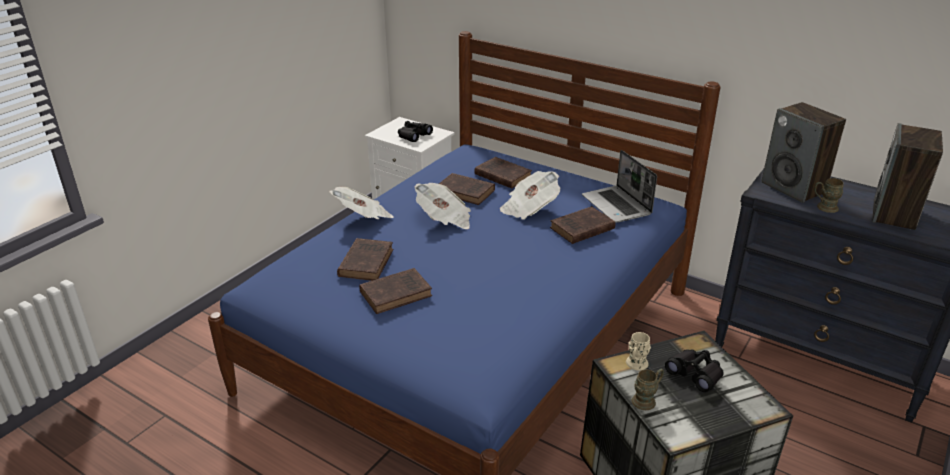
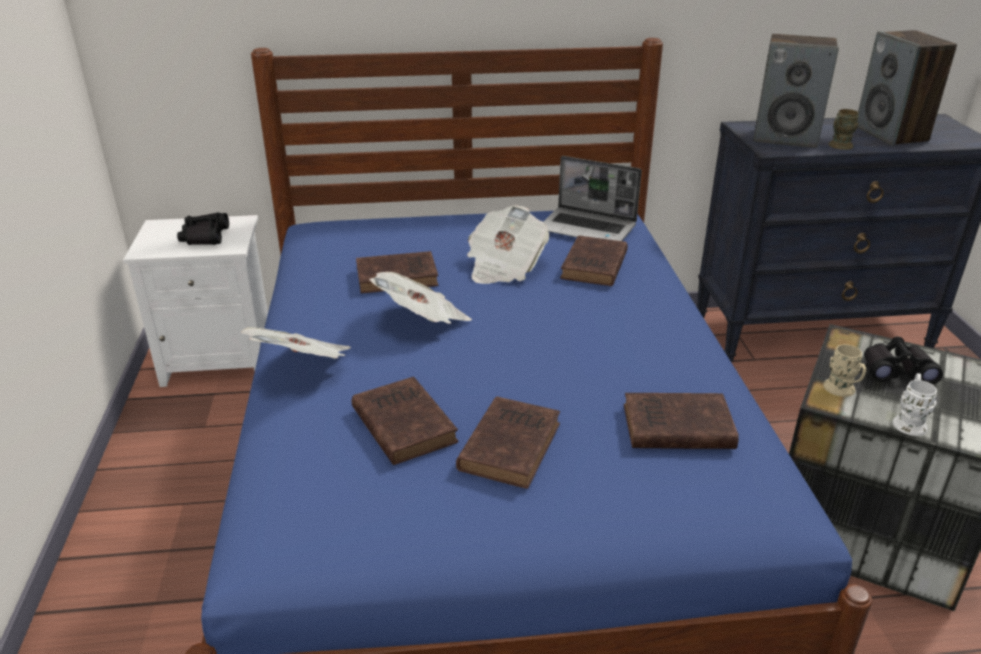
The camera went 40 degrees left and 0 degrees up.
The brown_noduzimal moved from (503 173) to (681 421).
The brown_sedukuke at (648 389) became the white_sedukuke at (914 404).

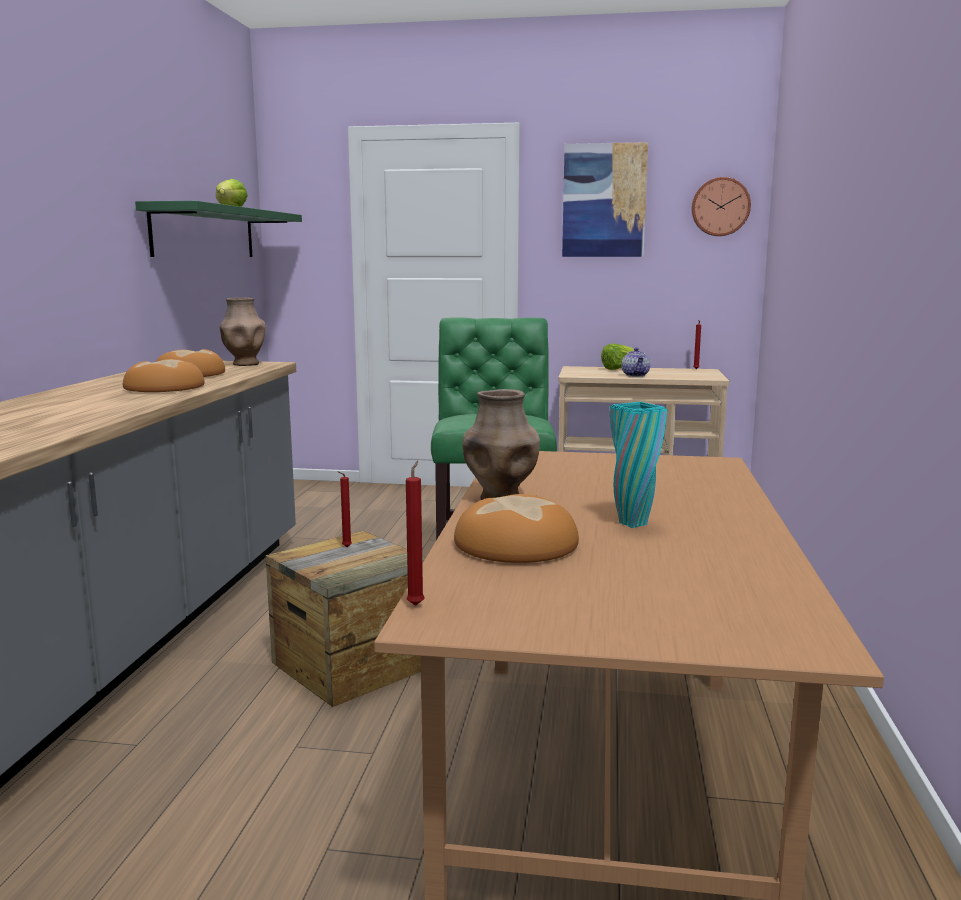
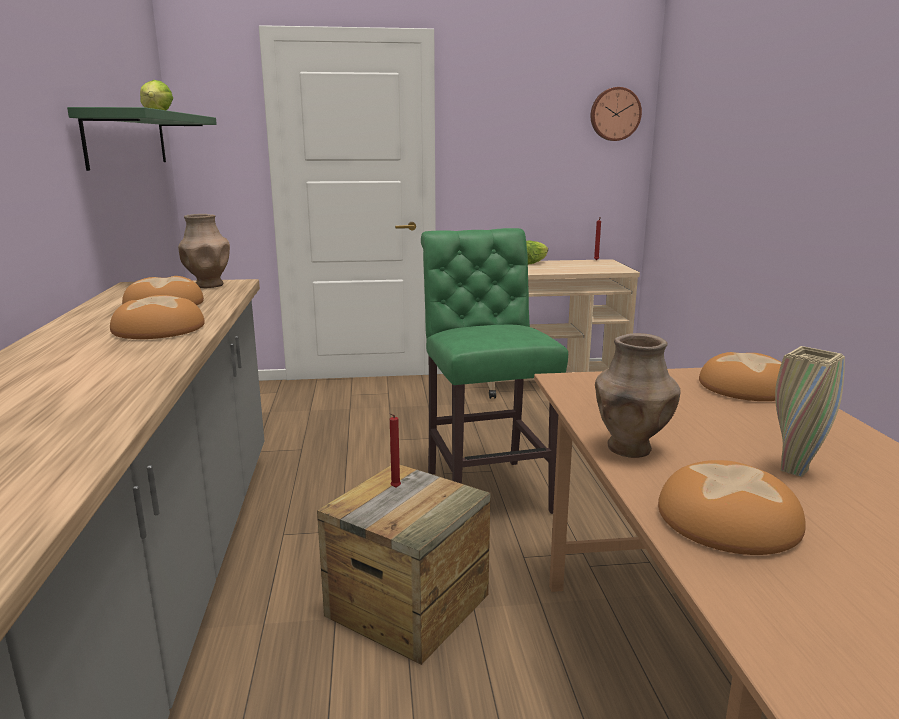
The camera went 15 degrees left and 5 degrees up.
The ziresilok at (605 199) disappeared.
The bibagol at (636 362) disappeared.
The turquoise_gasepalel at (638 465) became the beige_gasepalel at (810 411).
The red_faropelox at (415 533) disappeared.
The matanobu at (740 376) appeared.

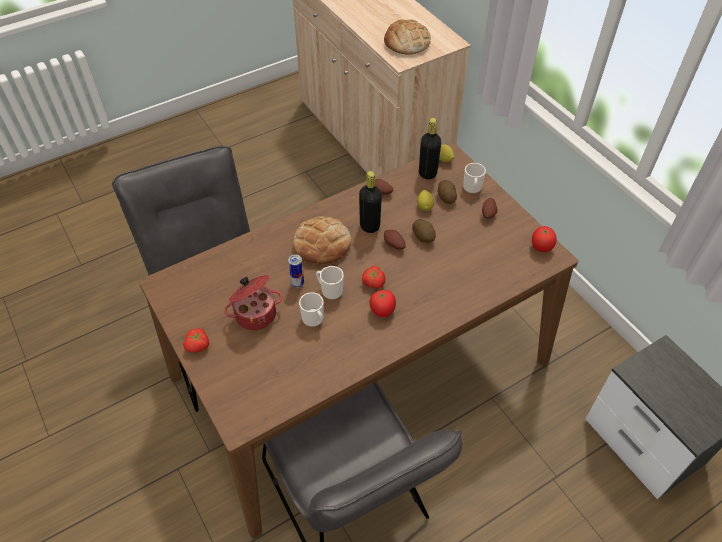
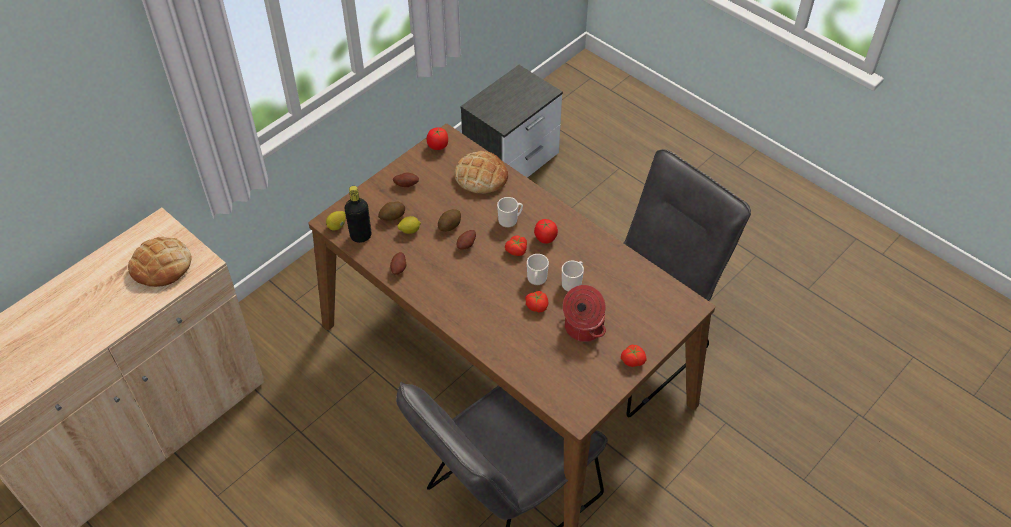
The camera went 105 degrees left and 0 degrees up.
The sedukuke moved from (474 178) to (510 212).
The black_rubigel at (370 202) disappeared.
The matanobu moved from (322 240) to (481 172).
The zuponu at (296 271) was replaced by the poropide at (537 302).

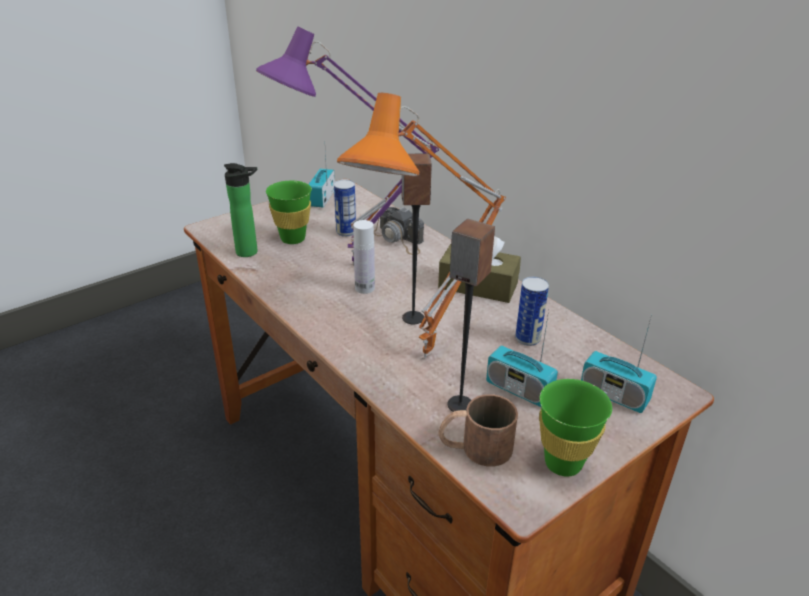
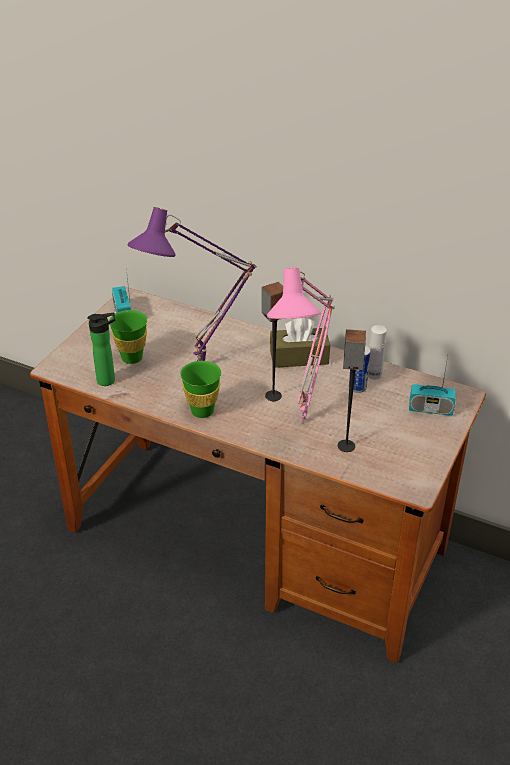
The camera went 25 degrees left and 5 degrees up.
The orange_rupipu at (421 226) became the pink_rupipu at (301 346).
The zuponu at (345 208) disappeared.
The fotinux at (399 231) disappeared.
The white_rubigel moved from (364 257) to (377 352).
The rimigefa at (522 359) disappeared.
The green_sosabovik moved from (575 428) to (200 389).
The brown_sedukuke at (478 430) disappeared.

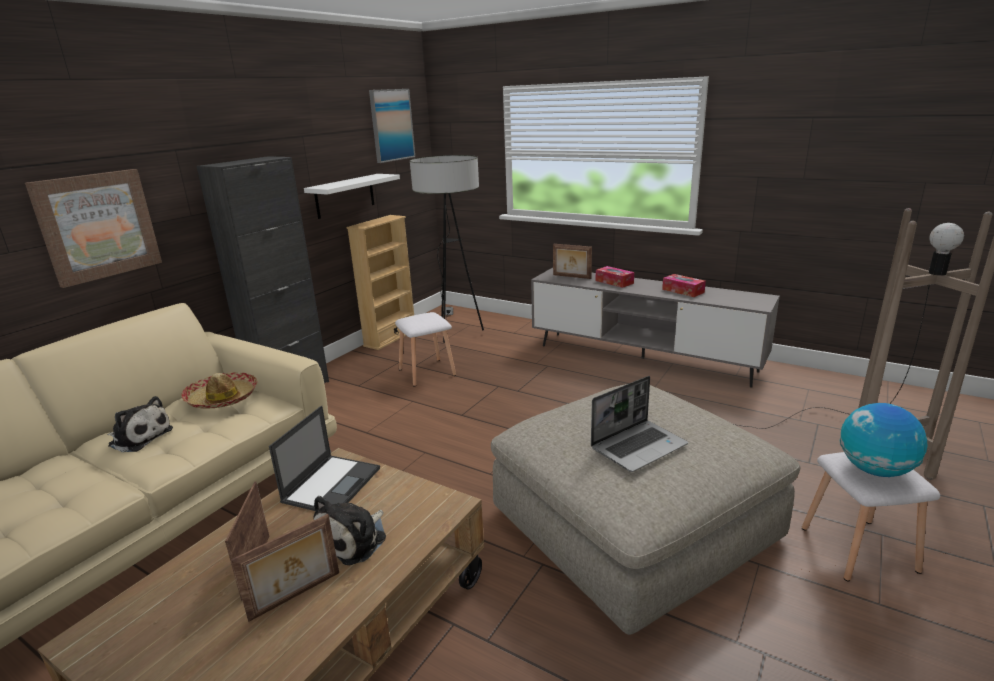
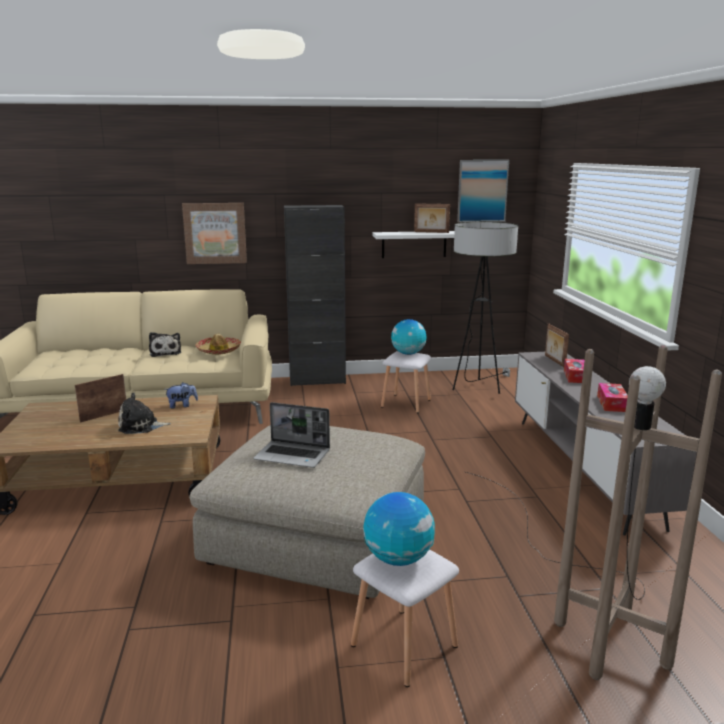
The camera went 50 degrees right and 5 degrees down.
The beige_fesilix at (380 282) disappeared.
The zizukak at (324 458) was replaced by the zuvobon at (181 395).
The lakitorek moved from (285 568) to (432 218).
The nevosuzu at (408 337) appeared.

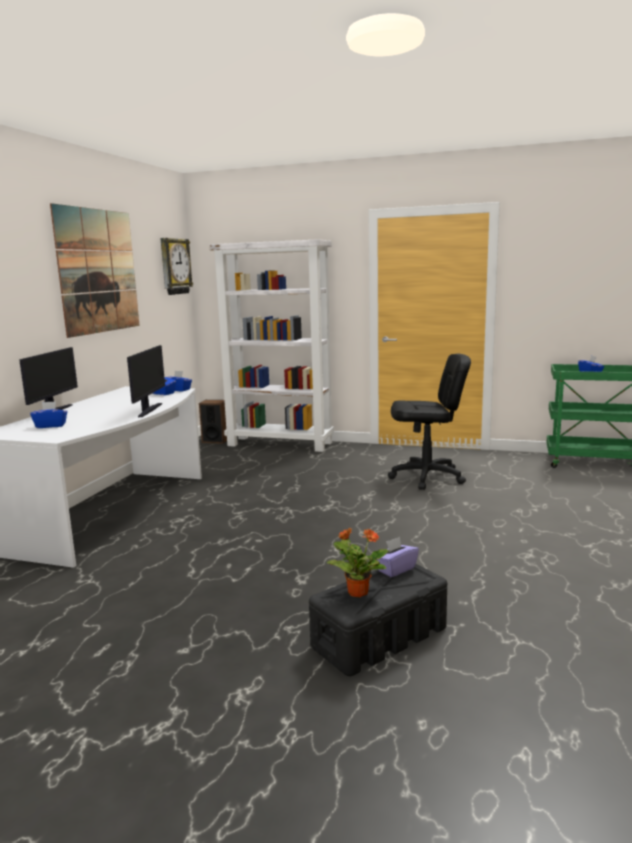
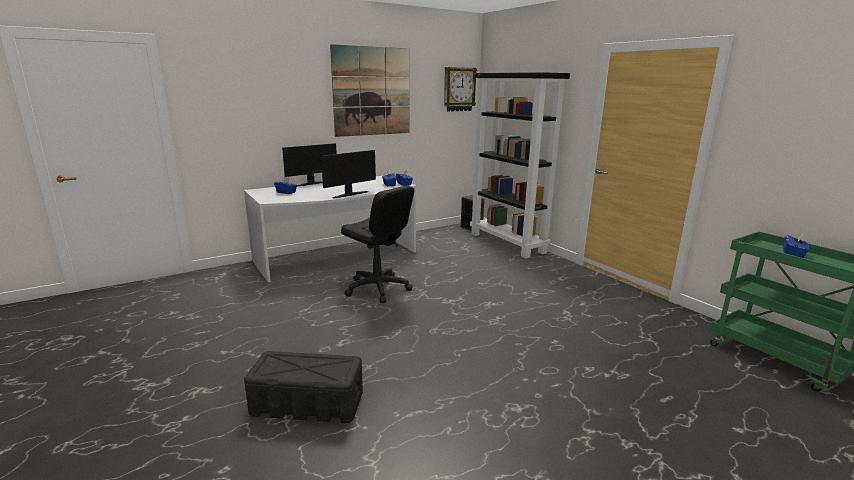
The camera went 40 degrees right and 5 degrees up.
The white_fesilix at (272 345) became the black_fesilix at (520 165).
The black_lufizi moved from (429 422) to (377 244).
The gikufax at (357 562) disappeared.
The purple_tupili at (398 557) disappeared.

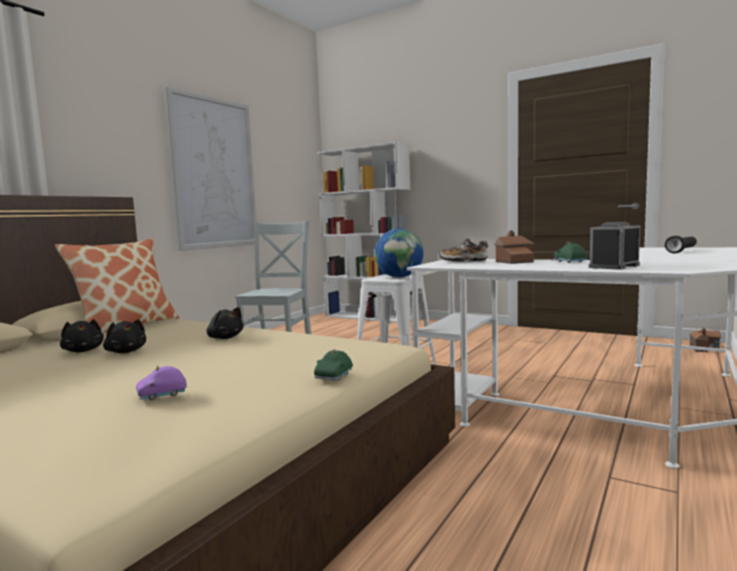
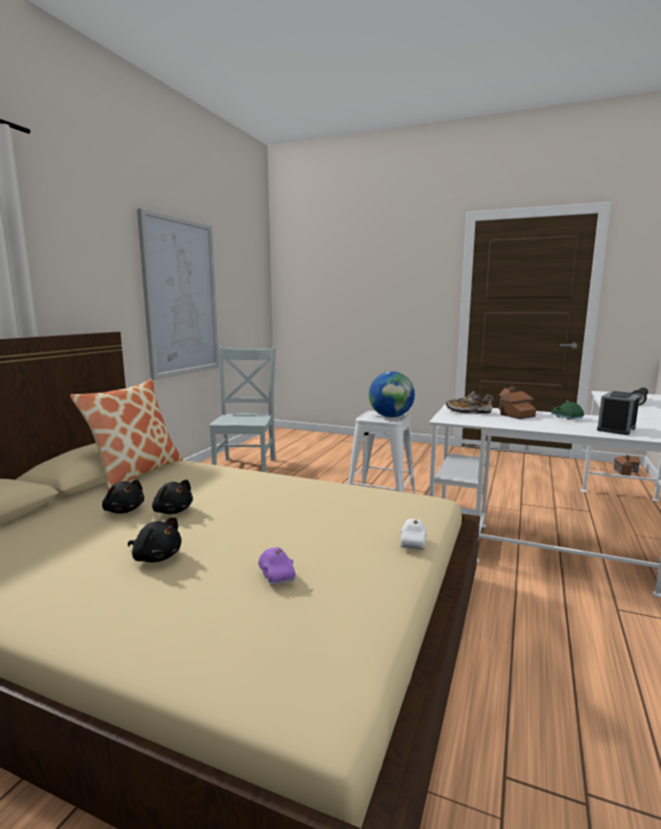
The camera went 10 degrees left and 5 degrees up.
The white_fesilix at (364 232) disappeared.
The black_zuvobon moved from (225 323) to (154 539).
The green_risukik at (333 364) became the white_risukik at (413 534).
The purple_risukik at (161 382) turned 75 degrees counterclockwise.

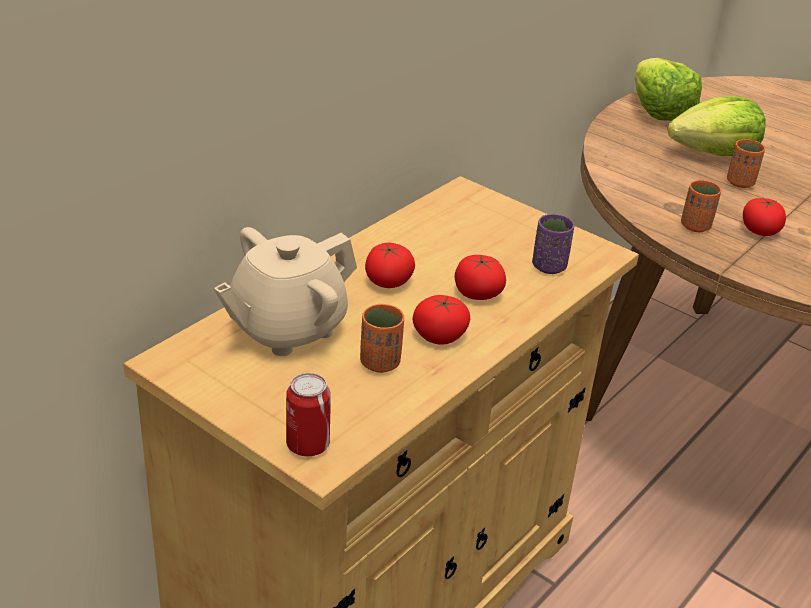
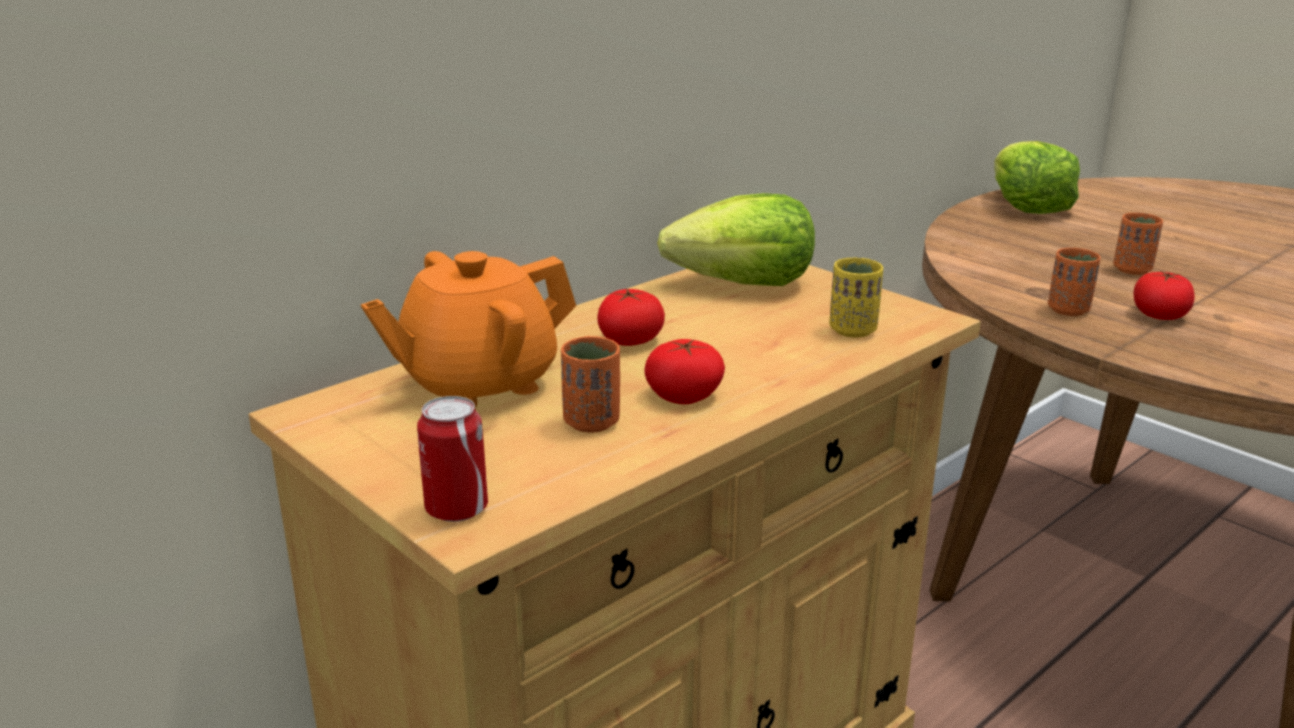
The camera went 10 degrees right and 10 degrees down.
The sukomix moved from (717 126) to (736 239).
The purple_sosabovik at (553 244) became the yellow_sosabovik at (856 298).
The beige_bibagol at (285 291) became the orange_bibagol at (468 329).
The poropide at (480 277) disappeared.

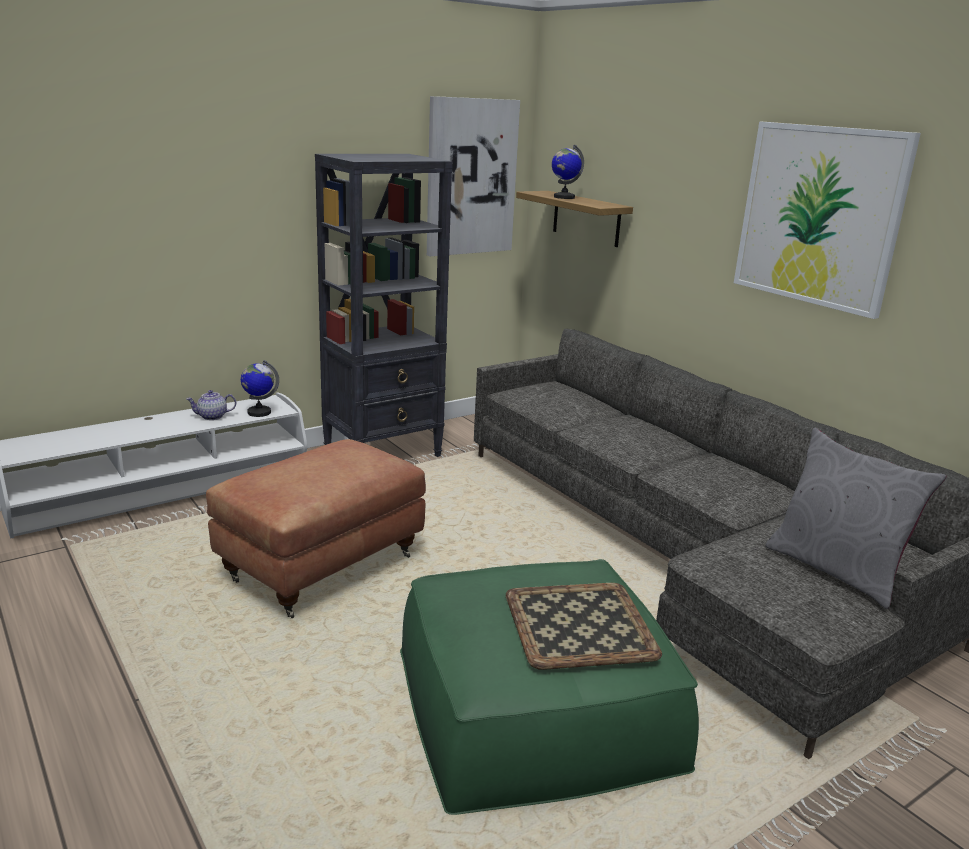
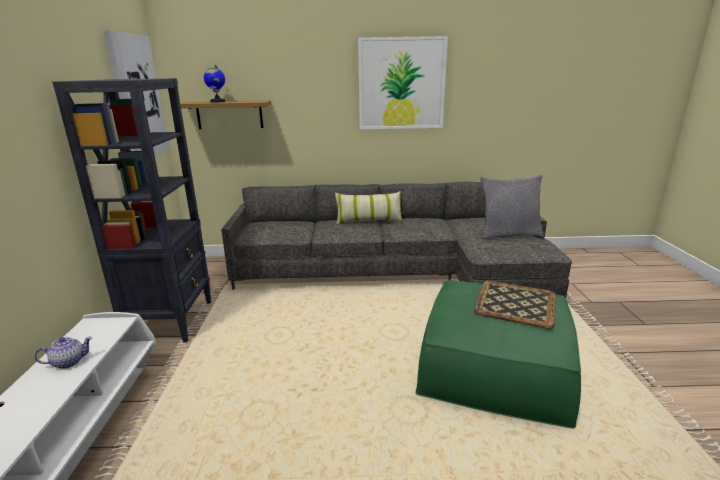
The camera went 55 degrees left and 0 degrees up.
The nevosuzu at (260 388) disappeared.
The bibagol at (211 405) turned 135 degrees counterclockwise.
The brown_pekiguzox at (316 528) disappeared.
The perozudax at (369 208) appeared.

